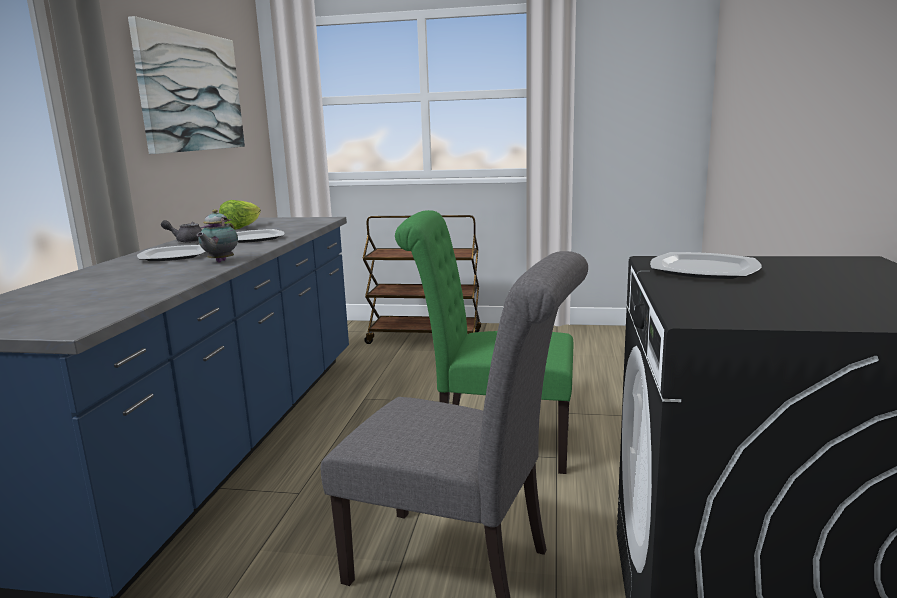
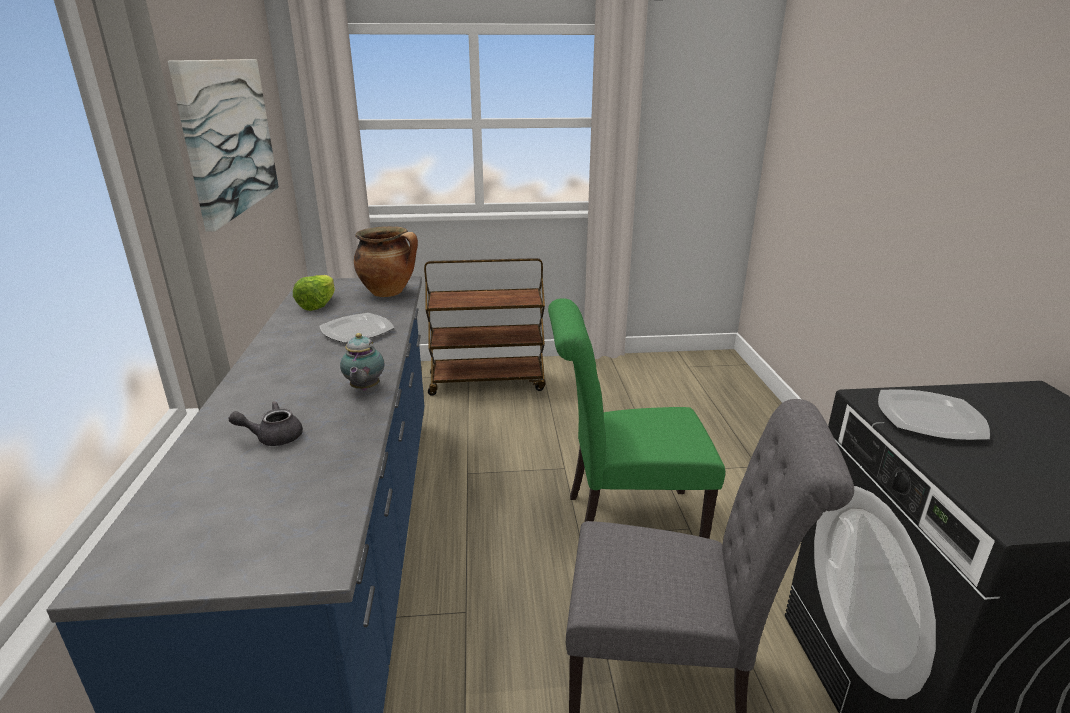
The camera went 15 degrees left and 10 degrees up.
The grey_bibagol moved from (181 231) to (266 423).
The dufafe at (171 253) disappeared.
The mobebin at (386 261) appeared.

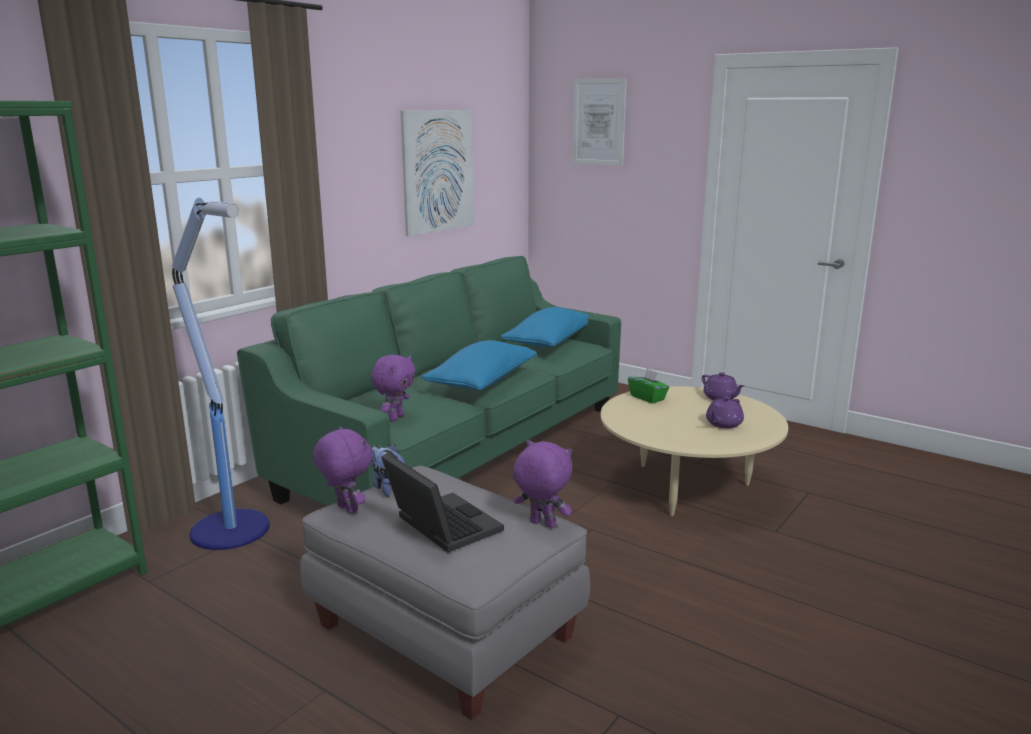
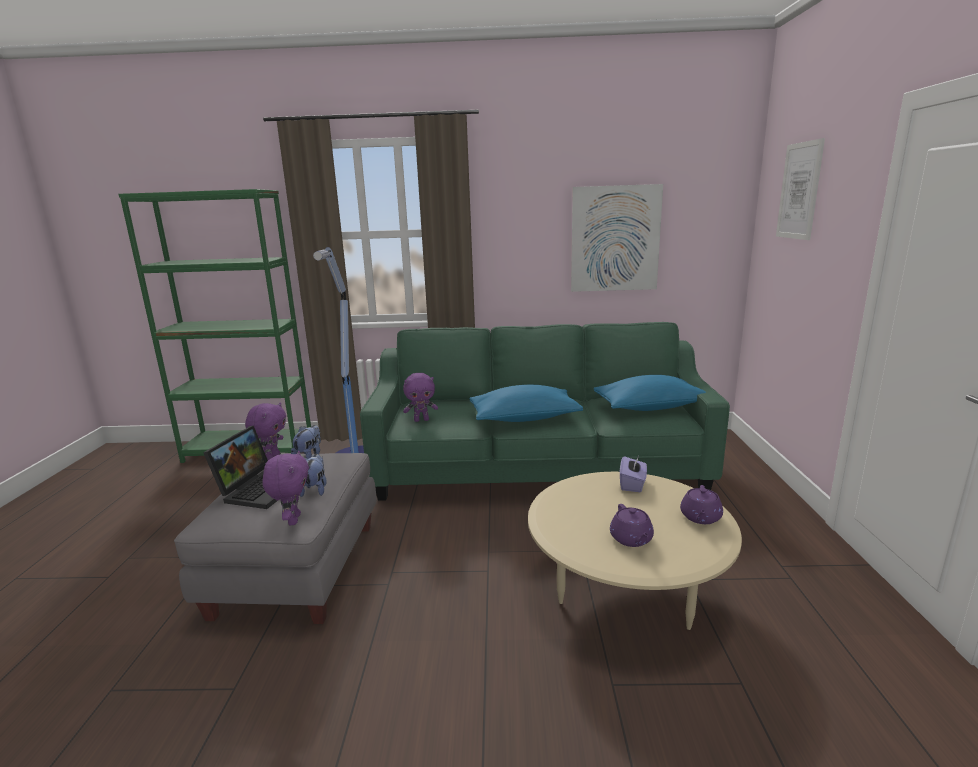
The camera went 55 degrees right and 0 degrees up.
The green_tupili at (648 386) became the purple_tupili at (633 474).
The purple_bibagol at (725 412) turned 105 degrees counterclockwise.
The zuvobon at (313 475) appeared.

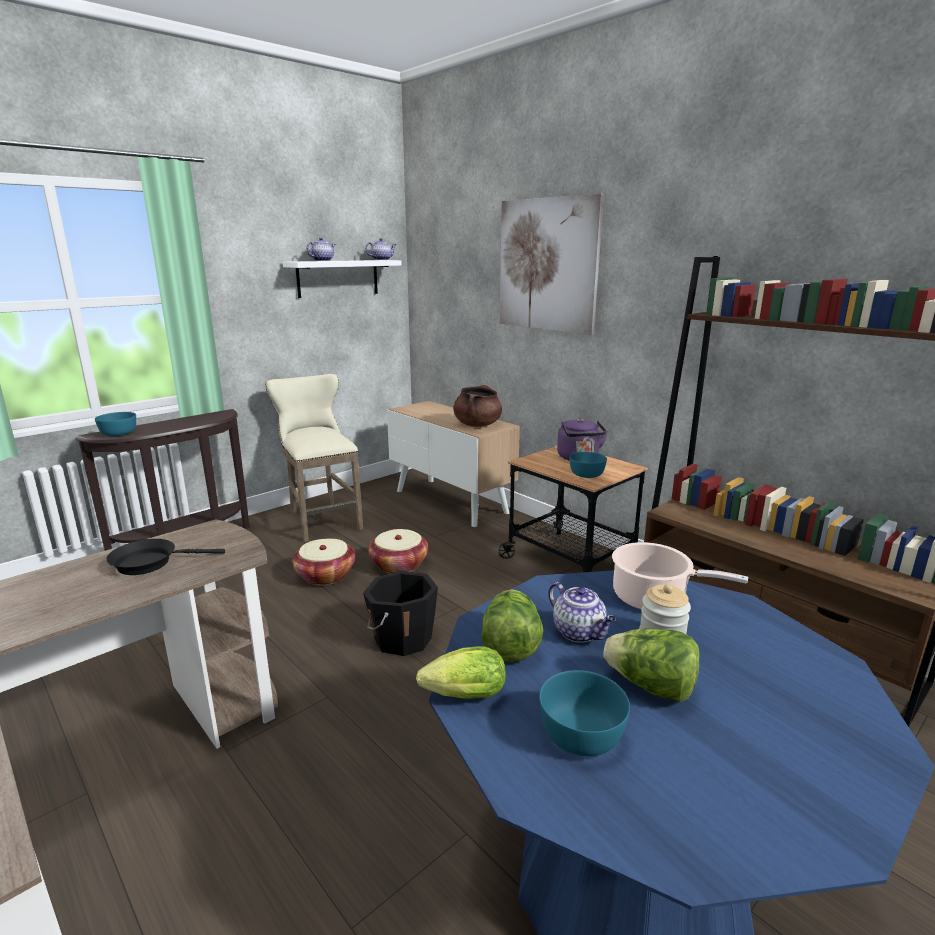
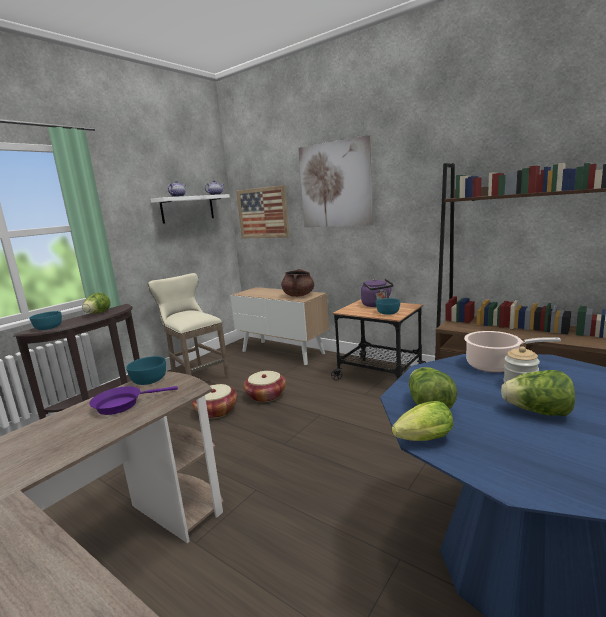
The camera went 10 degrees left and 5 degrees down.
The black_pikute at (165 557) became the purple_pikute at (133 400).
The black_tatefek at (400 613) disappeared.
The bibagol at (582 612) disappeared.
The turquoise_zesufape moved from (584 713) to (146 370).
The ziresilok at (263 211) appeared.
The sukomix at (96 302) appeared.

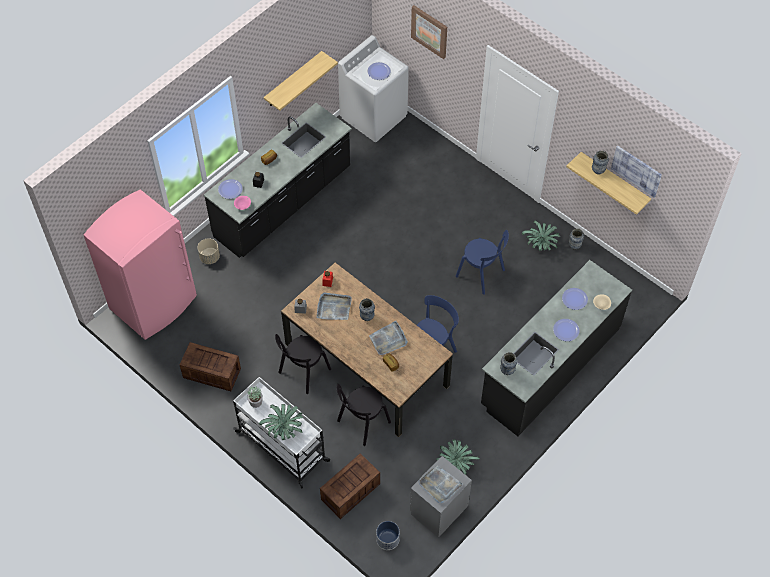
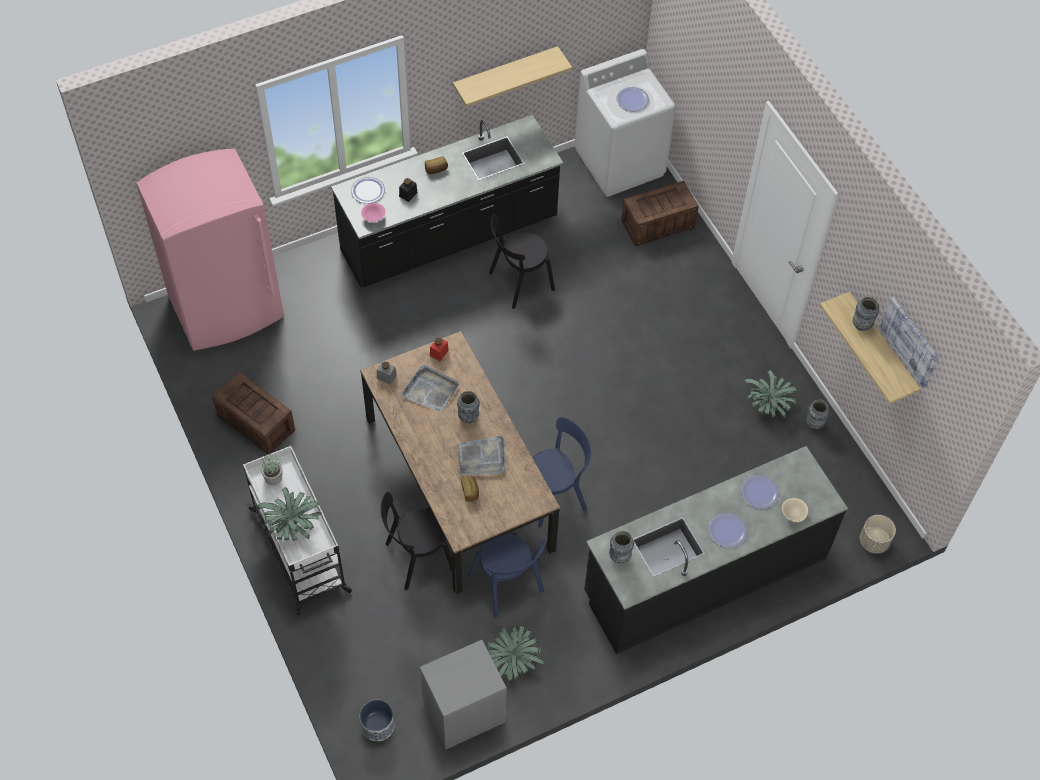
The camera went 20 degrees right and 0 degrees up.
The ziresilok at (429 32) disappeared.
The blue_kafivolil moved from (482 262) to (507 575).
The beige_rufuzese moved from (208 251) to (878 534).
The black_kafivolil moved from (303 364) to (522 261).
The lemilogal moved from (350 486) to (660 213).
The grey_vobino at (441 484) disappeared.

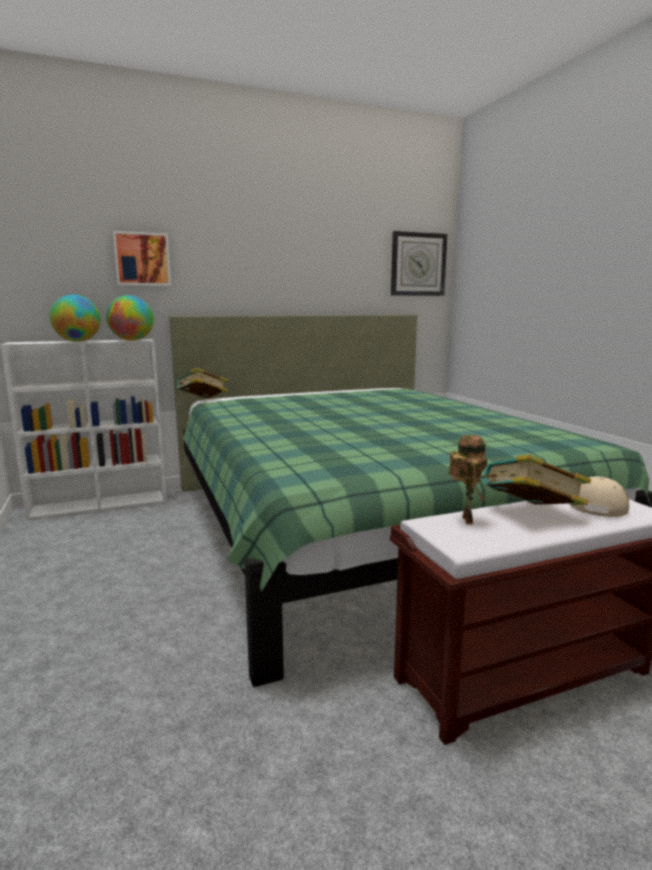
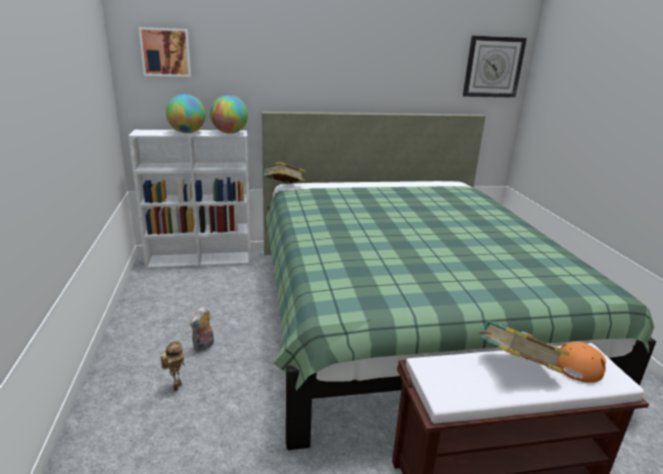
The camera went 10 degrees right and 10 degrees up.
The ziresilok moved from (142 258) to (165 52).
The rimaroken moved from (468 479) to (172 366).
The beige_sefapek at (599 497) became the orange_sefapek at (581 362).
The zuvobon at (202 329) appeared.

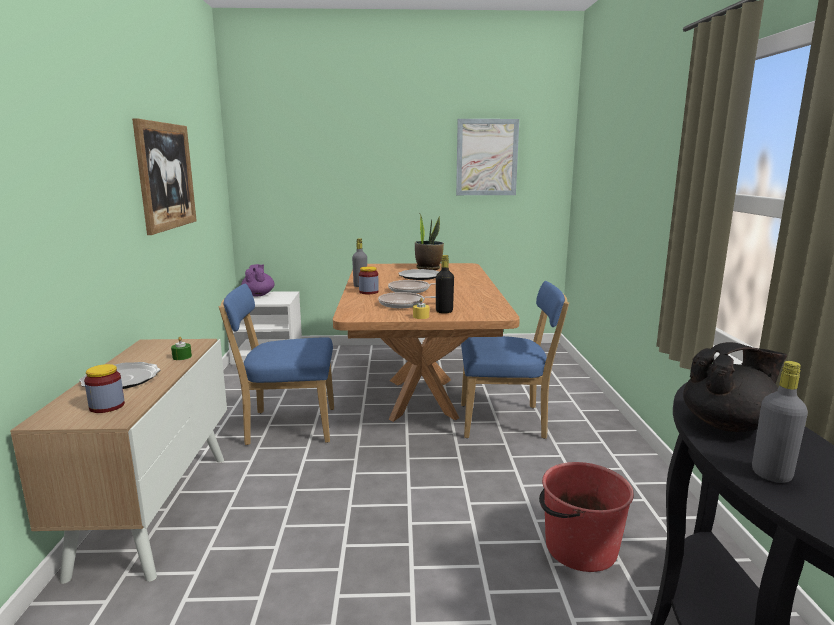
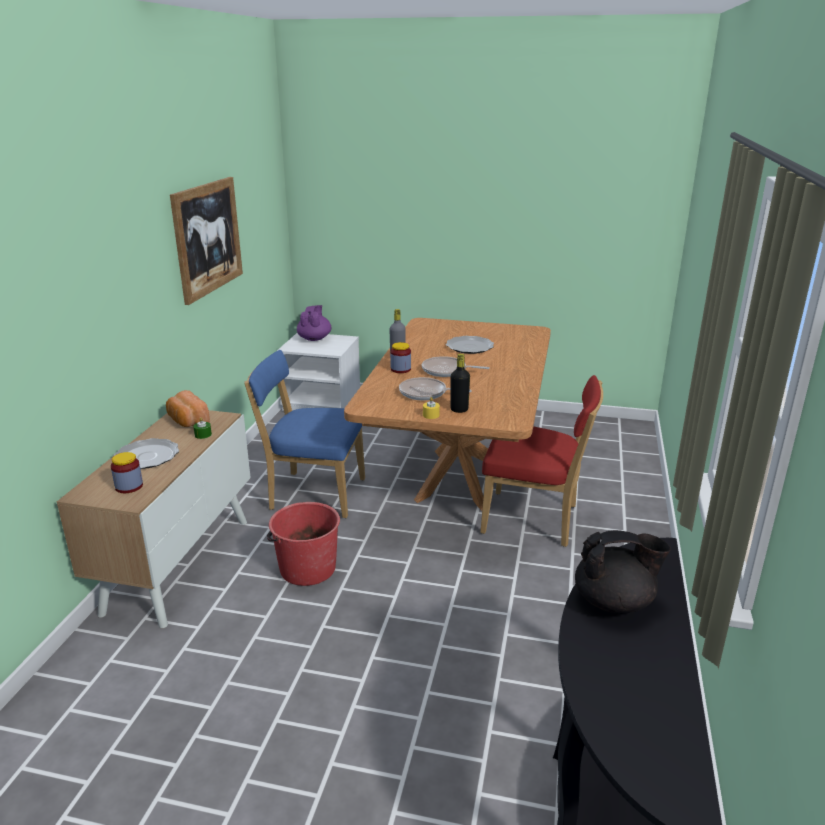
The camera went 15 degrees right and 10 degrees up.
The ziresilok at (487 157) disappeared.
The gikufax at (429 242) disappeared.
The blue_kafivolil at (515 360) became the red_kafivolil at (541 461).
The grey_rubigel at (780 422) disappeared.
The red_tatefek moved from (586 517) to (303 544).
The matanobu at (188 408) appeared.

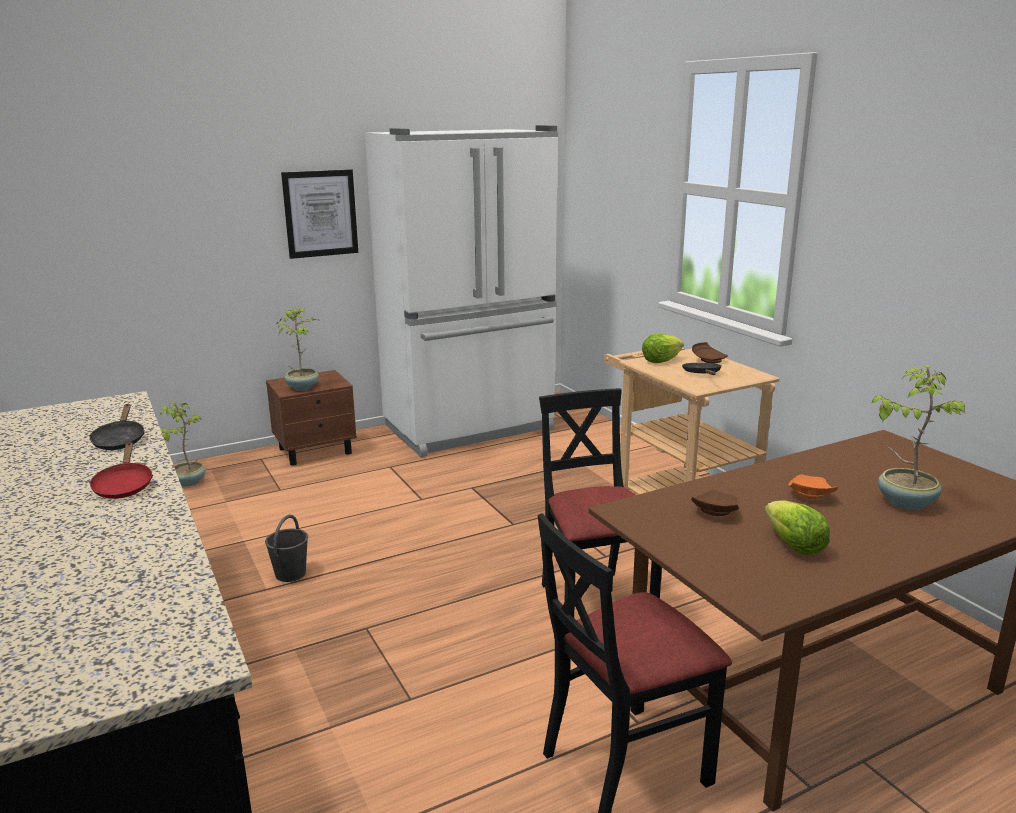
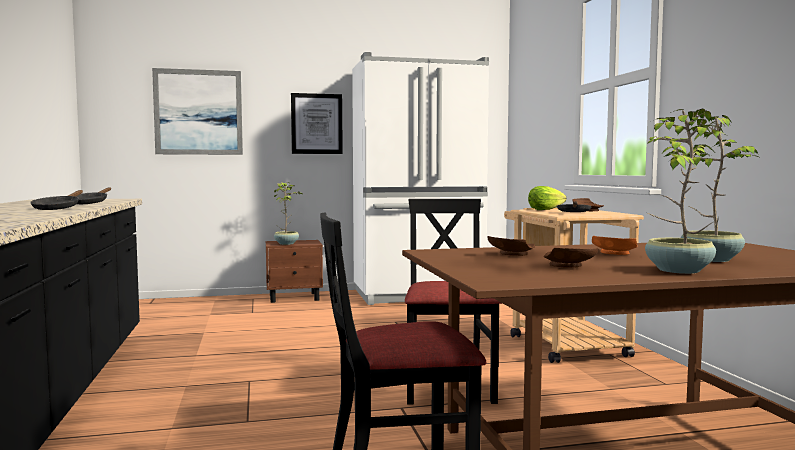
The camera went 15 degrees right and 15 degrees down.
The gikufax moved from (182 444) to (680 191).
The red_pikute at (121 470) became the black_pikute at (56 200).
The sukomix at (797 527) was replaced by the brown_dufafe at (571 258).
The grey_tatefek at (286 548) disappeared.
The ziresilok at (197 111) appeared.

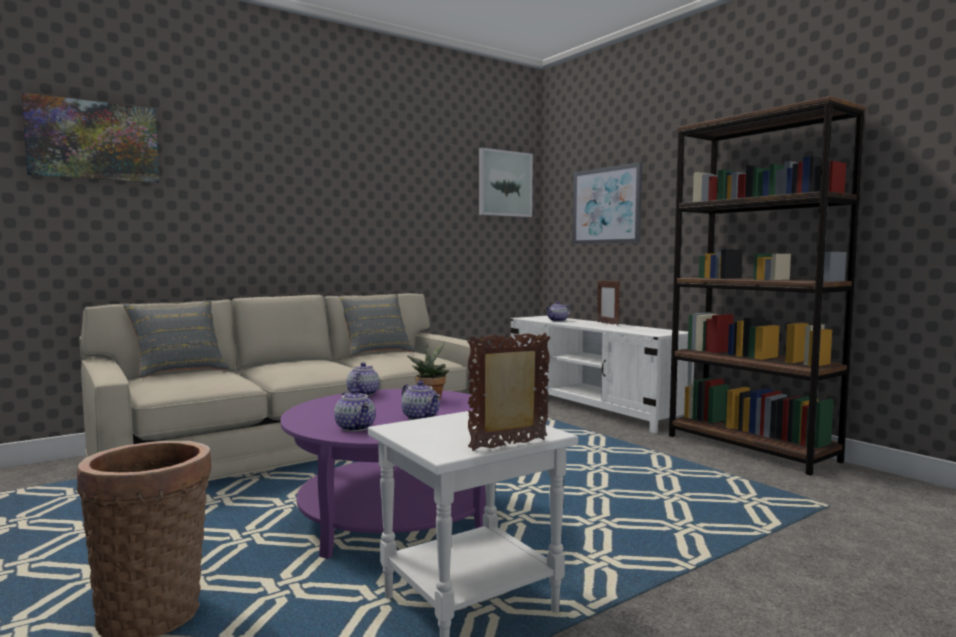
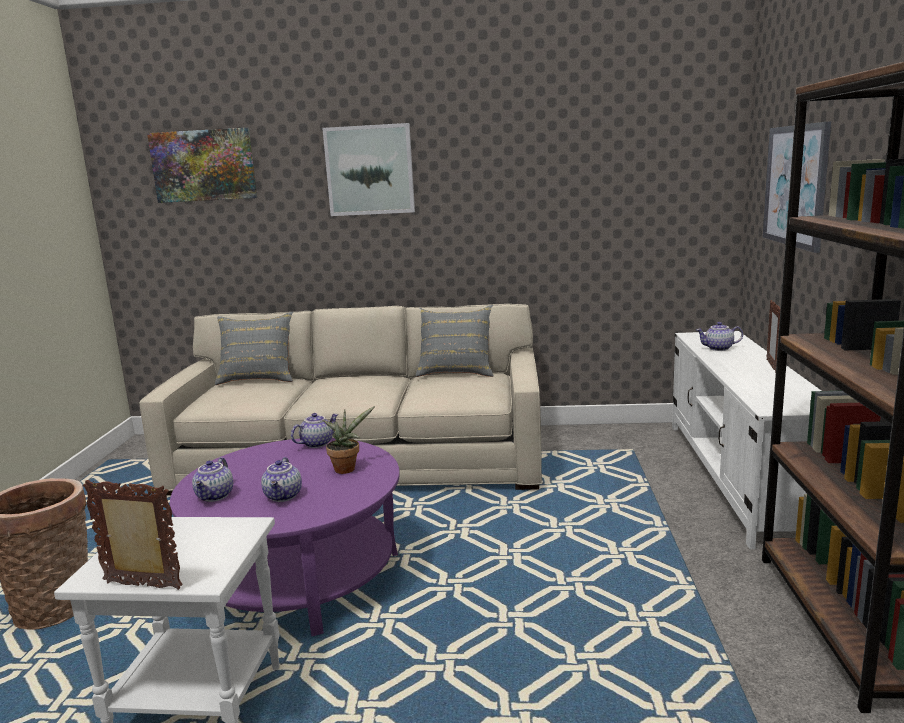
The camera went 40 degrees right and 10 degrees up.
The ziresilok moved from (506 182) to (368 169).

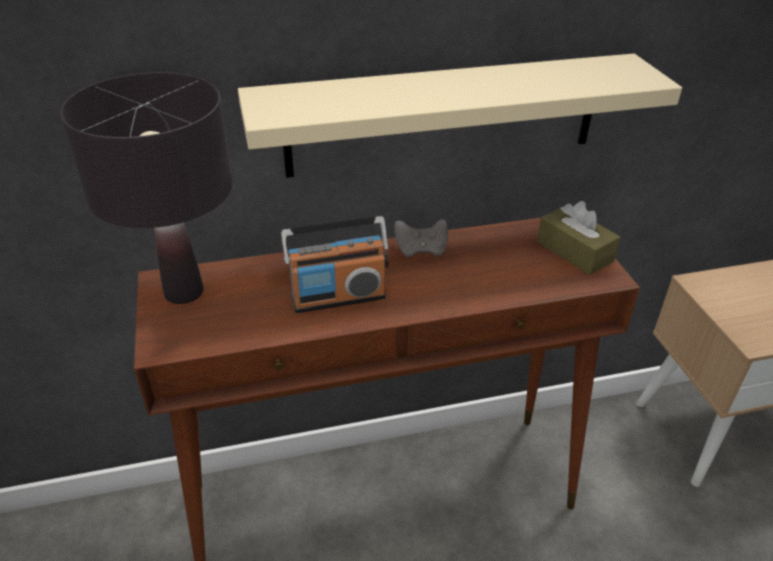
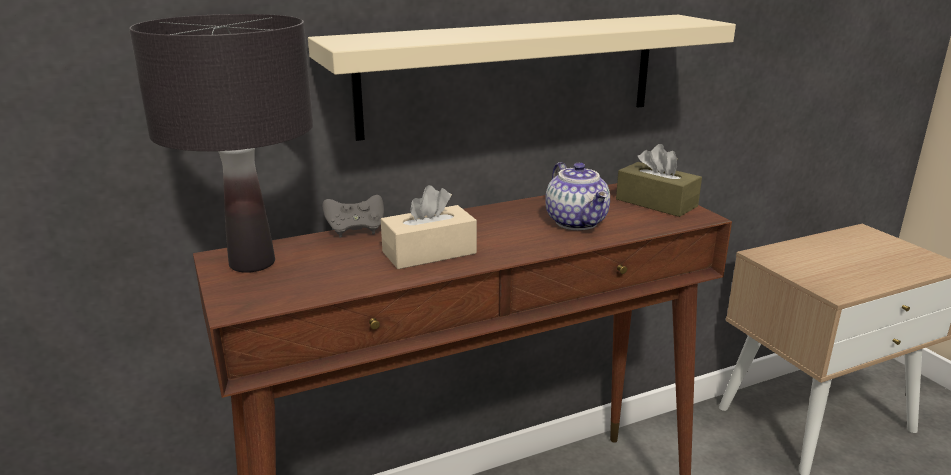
The camera went 10 degrees left and 15 degrees down.
The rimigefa at (334 264) was replaced by the beige_tupili at (429 227).
The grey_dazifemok moved from (421 239) to (353 216).
The bibagol at (577 196) appeared.

